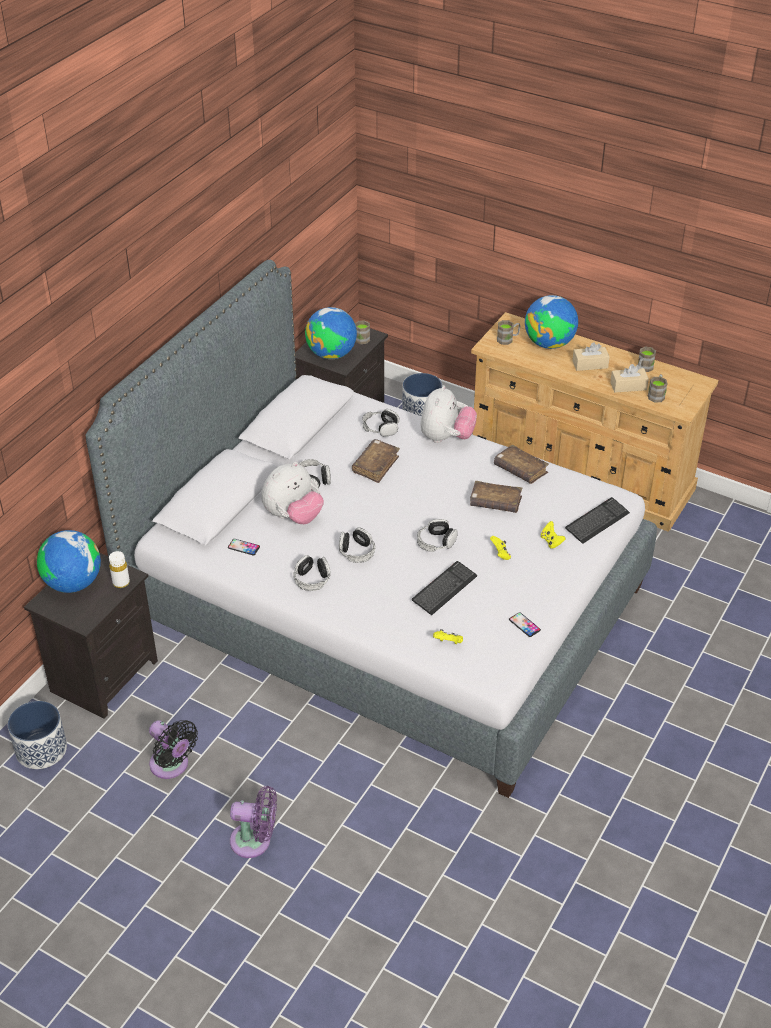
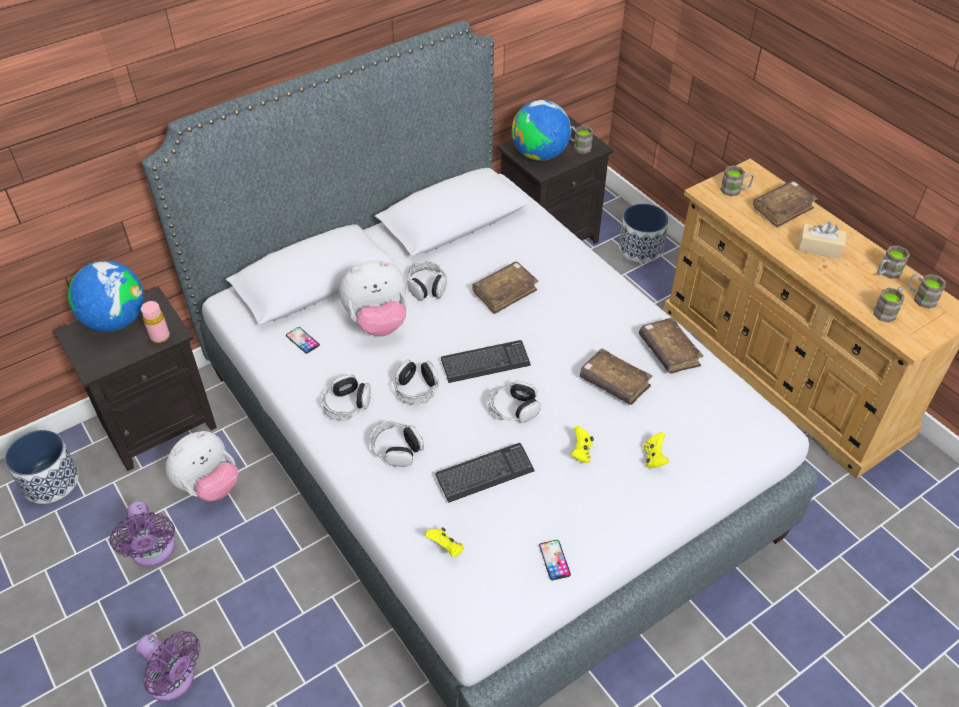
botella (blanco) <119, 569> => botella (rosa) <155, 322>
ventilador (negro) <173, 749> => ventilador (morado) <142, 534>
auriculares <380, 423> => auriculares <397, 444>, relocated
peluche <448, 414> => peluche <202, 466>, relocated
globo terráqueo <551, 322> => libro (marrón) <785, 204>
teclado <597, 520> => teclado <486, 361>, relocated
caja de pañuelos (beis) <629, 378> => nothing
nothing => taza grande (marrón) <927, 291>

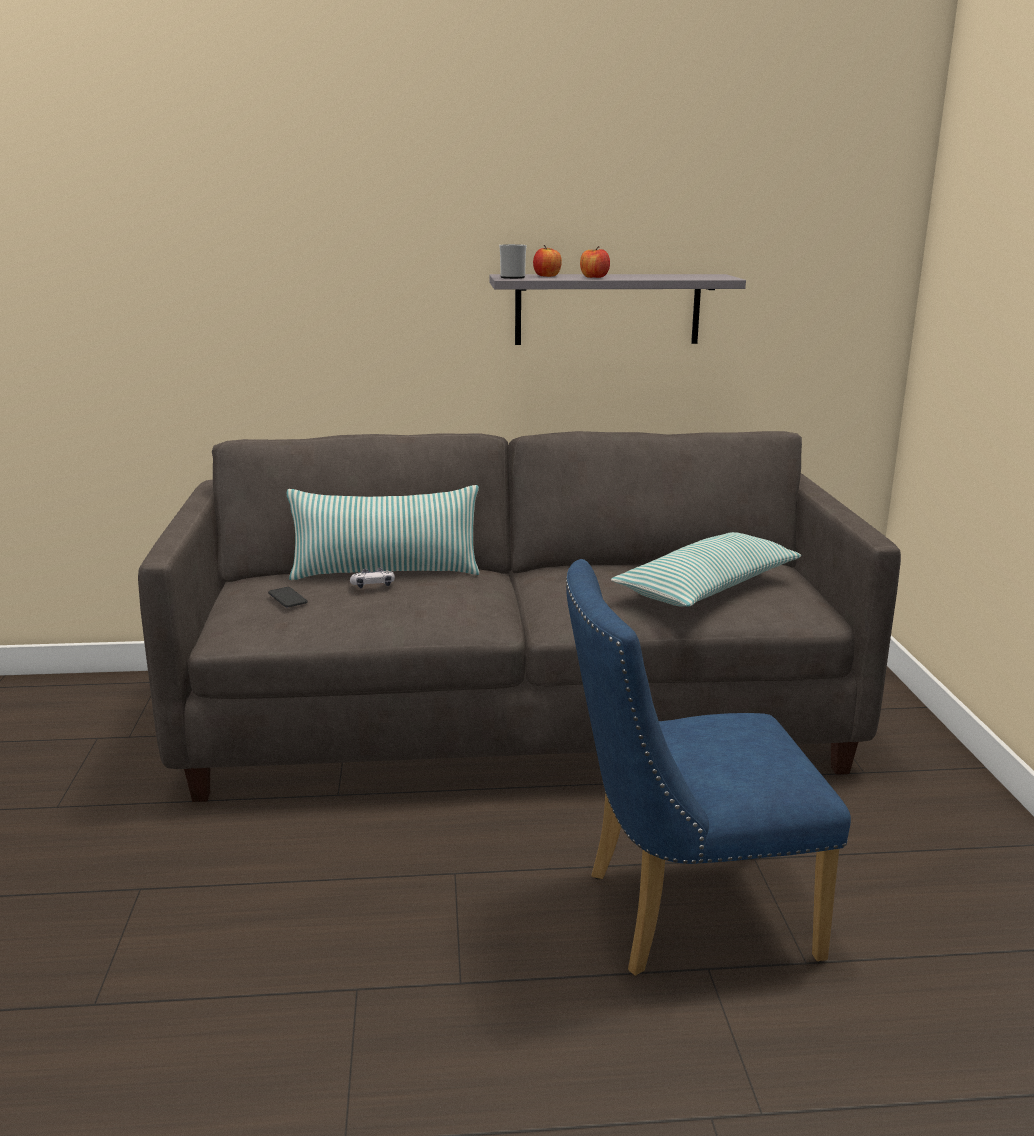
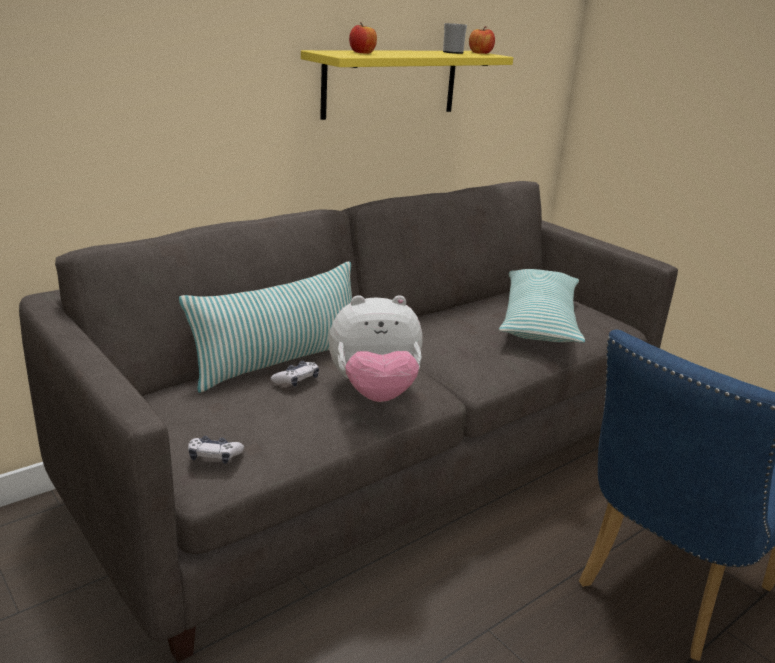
móvil <287, 597> => nothing
estante (gris) <617, 309> => estante (amarillo) <407, 85>
taza grande <513, 261> => taza grande <455, 38>, relocated
manzana <595, 262> => manzana <482, 40>, relocated
nothing => mando de consola <216, 450>
nothing => peluche <376, 348>

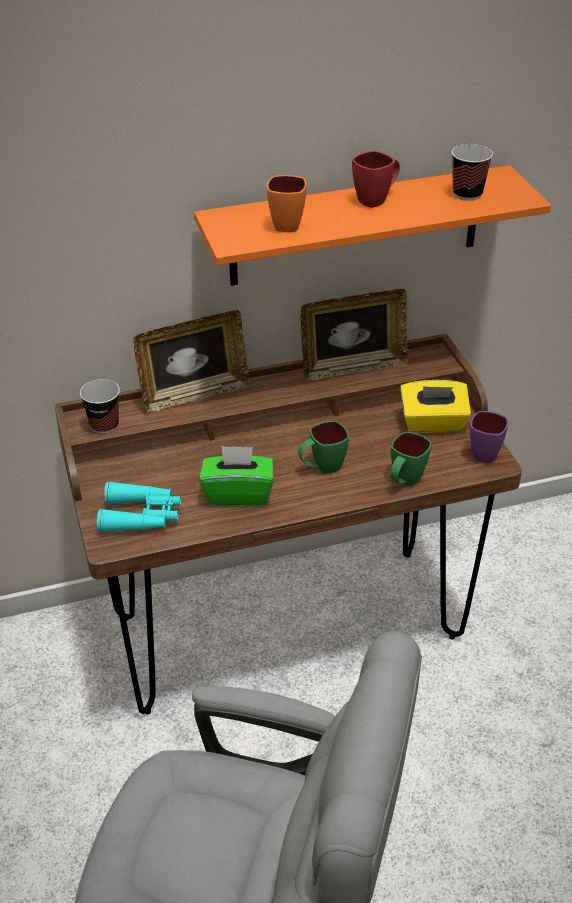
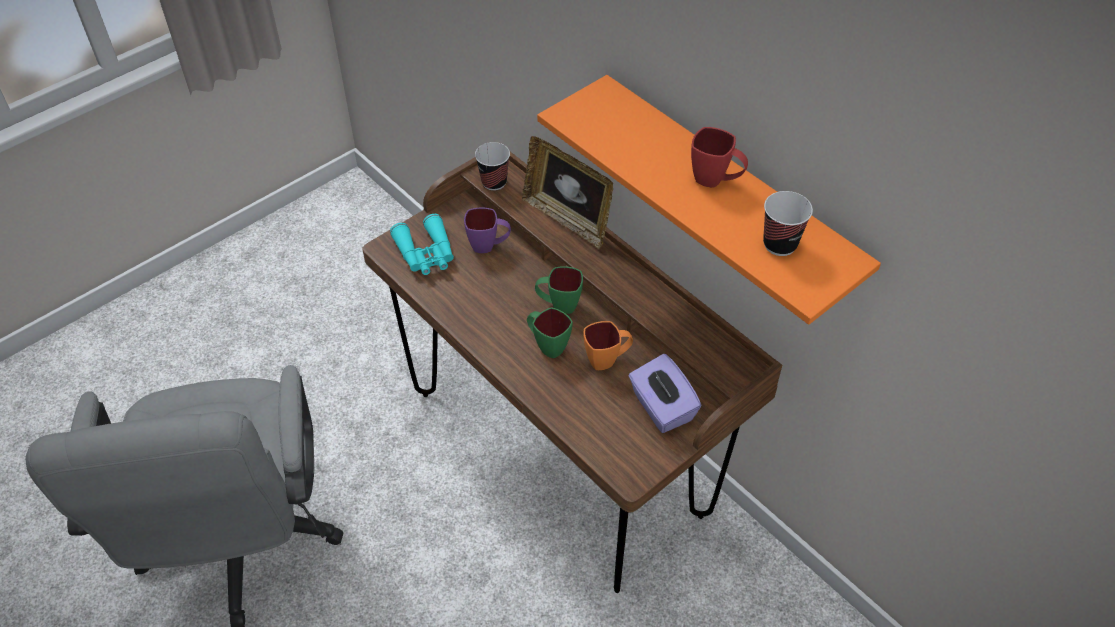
caja de pañuelos (verde) <236, 476> => nothing
taza grande (naranja) <287, 203> => taza grande (naranja) <608, 345>, relocated
portarretratos <354, 334> => nothing
taza grande (verde) <411, 459> => taza grande (verde) <559, 290>, relocated
caja de pañuelos (amarillo) <435, 406> => caja de pañuelos (morado) <665, 393>
taza grande (morado) <489, 437> => taza grande (morado) <487, 230>, relocated

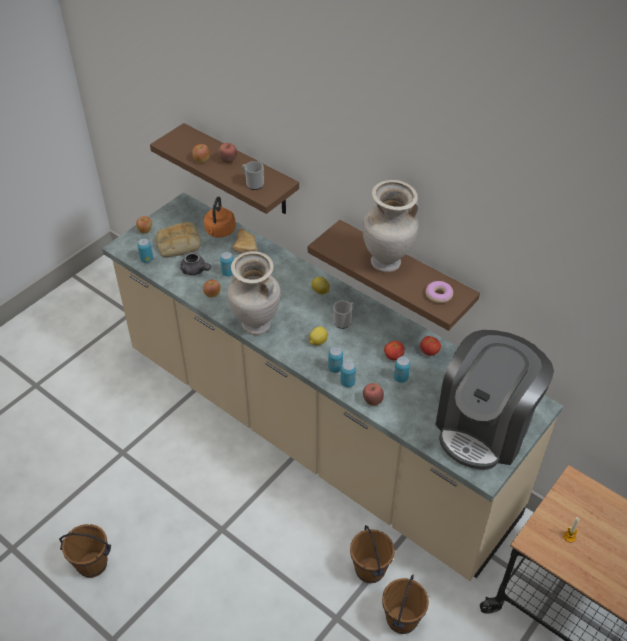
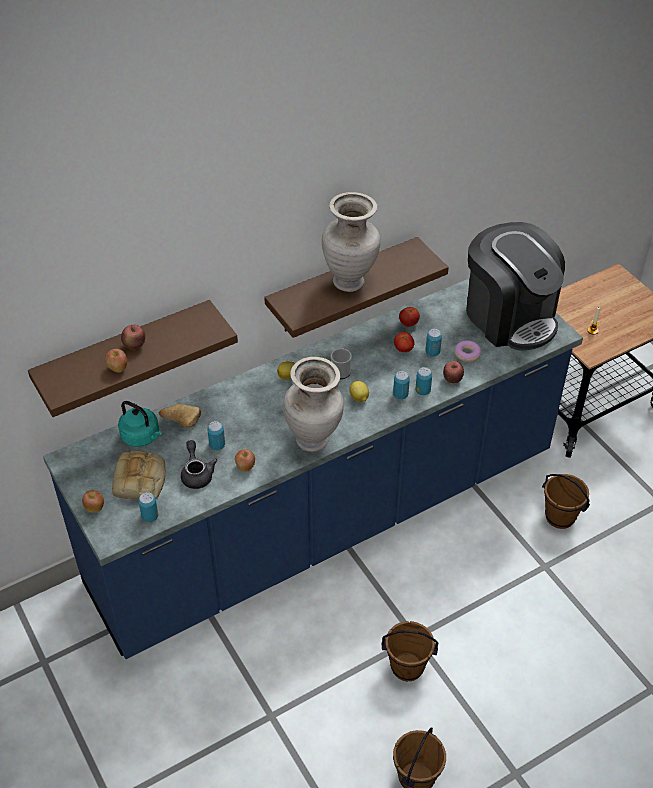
mueble bajo de cocina (beis) <332, 386> => mueble bajo de cocina (azul) <313, 468>
tetera (gris) <195, 263> => tetera (gris) <199, 464>, 75 degrees counterclockwise
hervidor (naranja) <220, 217> => hervidor (turquesa) <140, 424>
taza grande <253, 175> => nothing
cubo (marrón) <372, 554> => cubo (marrón) <410, 651>, relocated
rosquilla <439, 292> => rosquilla <468, 351>, relocated

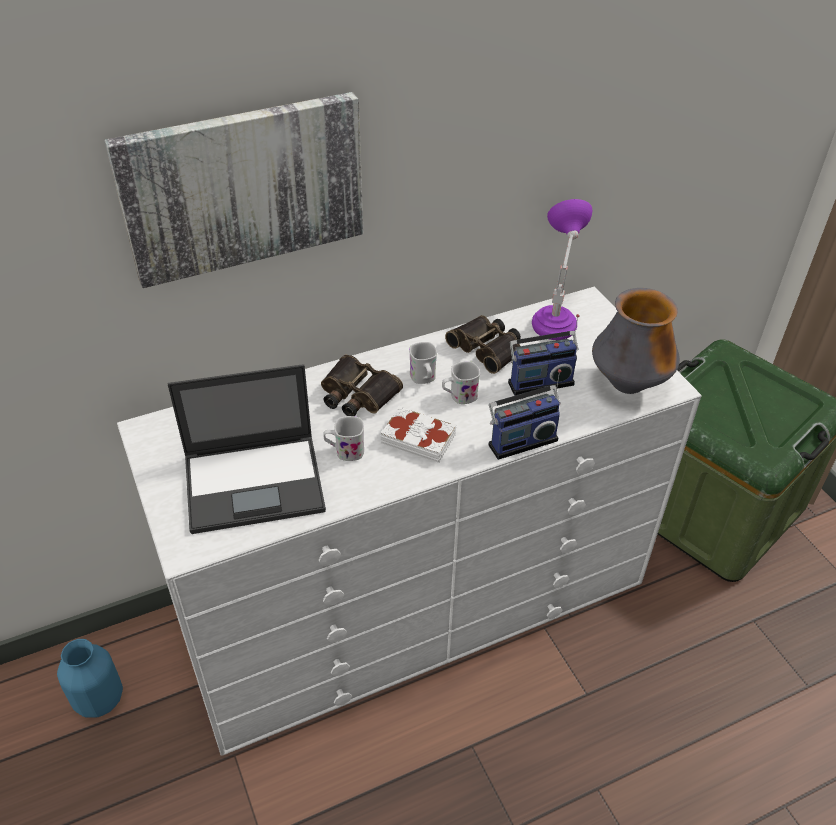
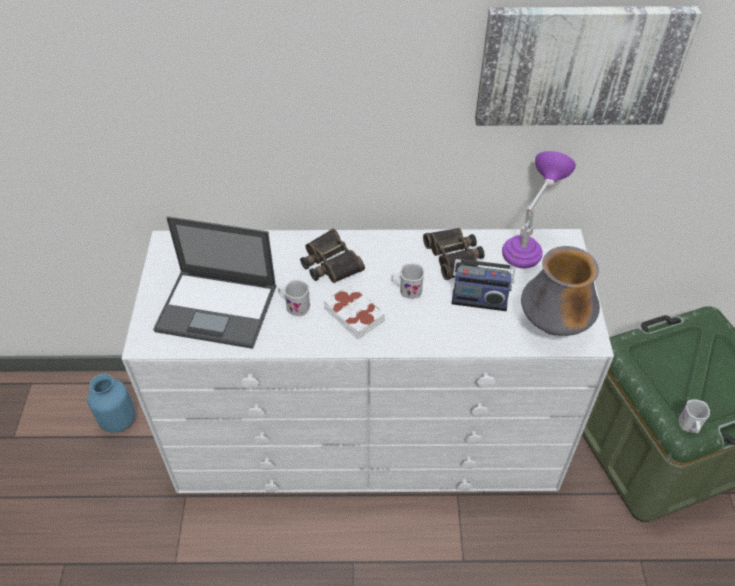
cuadro <233, 190> => cuadro <588, 66>, relocated
taza grande (blanco) <423, 363> => taza grande (blanco) <694, 416>, relocated
radio <525, 414> => nothing

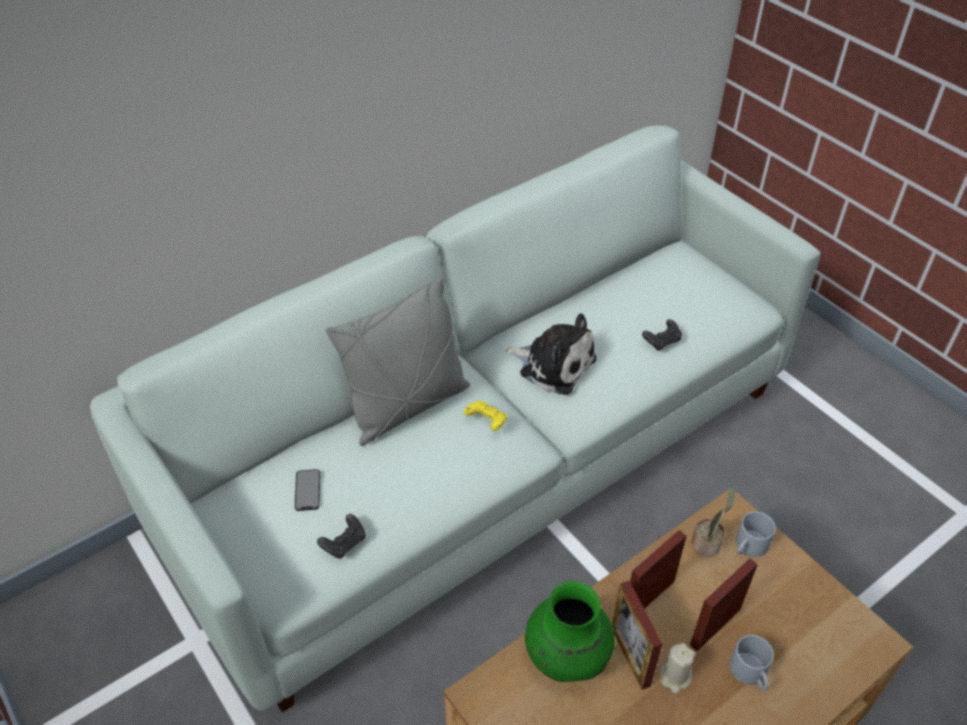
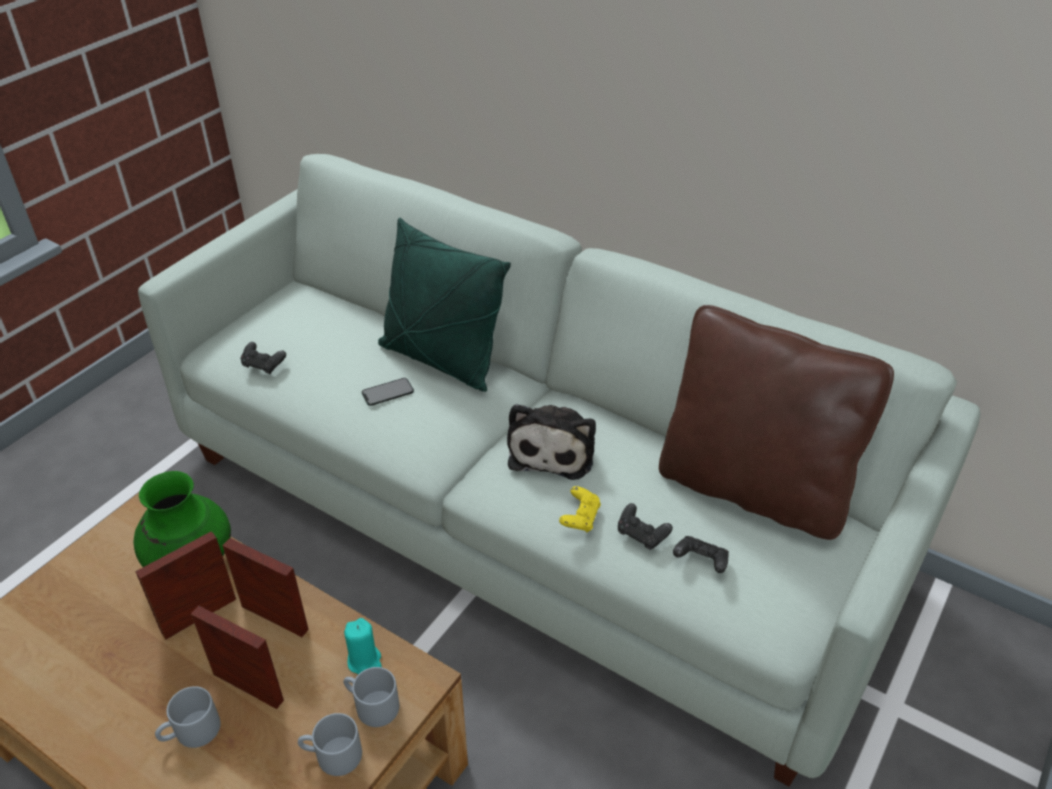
móvil <307, 490> => móvil <388, 392>, relocated
cojín (gris) <398, 361> => cojín (verde) <444, 305>
mando de consola (amarillo) <485, 415> => mando de consola (amarillo) <580, 509>, relocated
vela (beis) <677, 668> => nothing
planta en maceta <713, 522> => vela (turquesa) <363, 646>
nothing => taza grande (gris) <330, 744>
nothing => cojín (marrón) <776, 422>
nothing => mando de consola (negro) <701, 554>

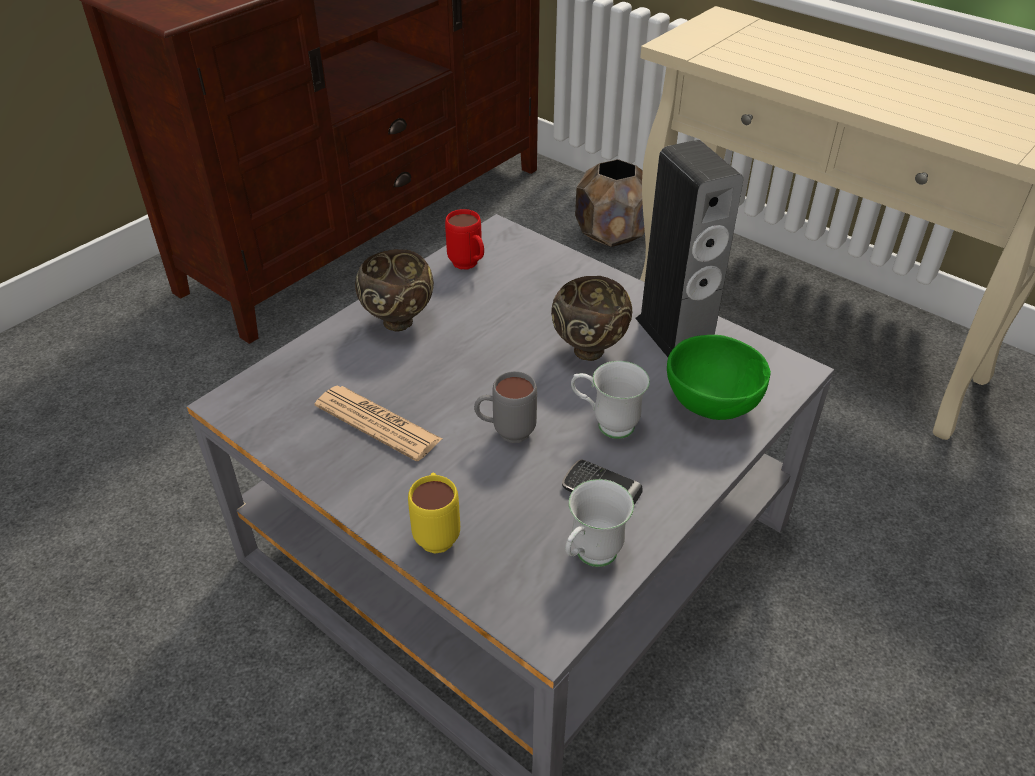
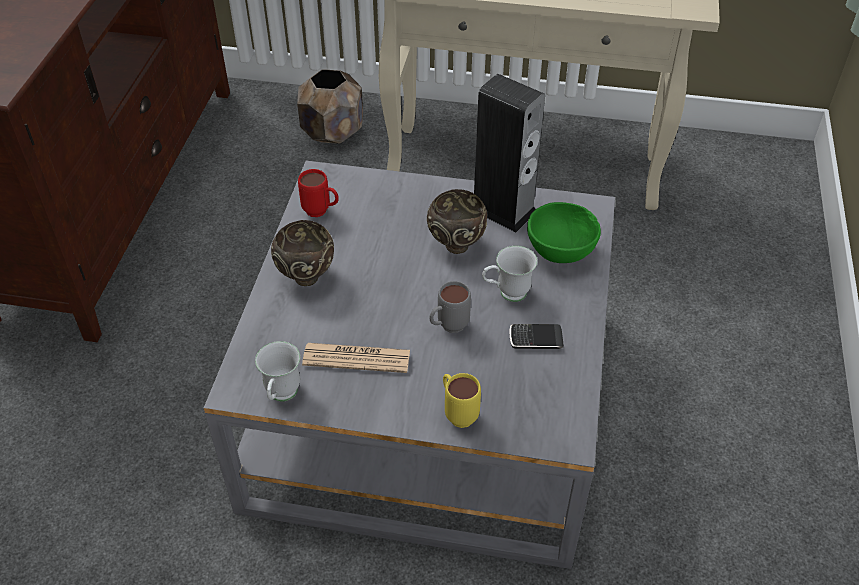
taza grande (blanco) <599, 523> => taza grande (blanco) <277, 371>, relocated

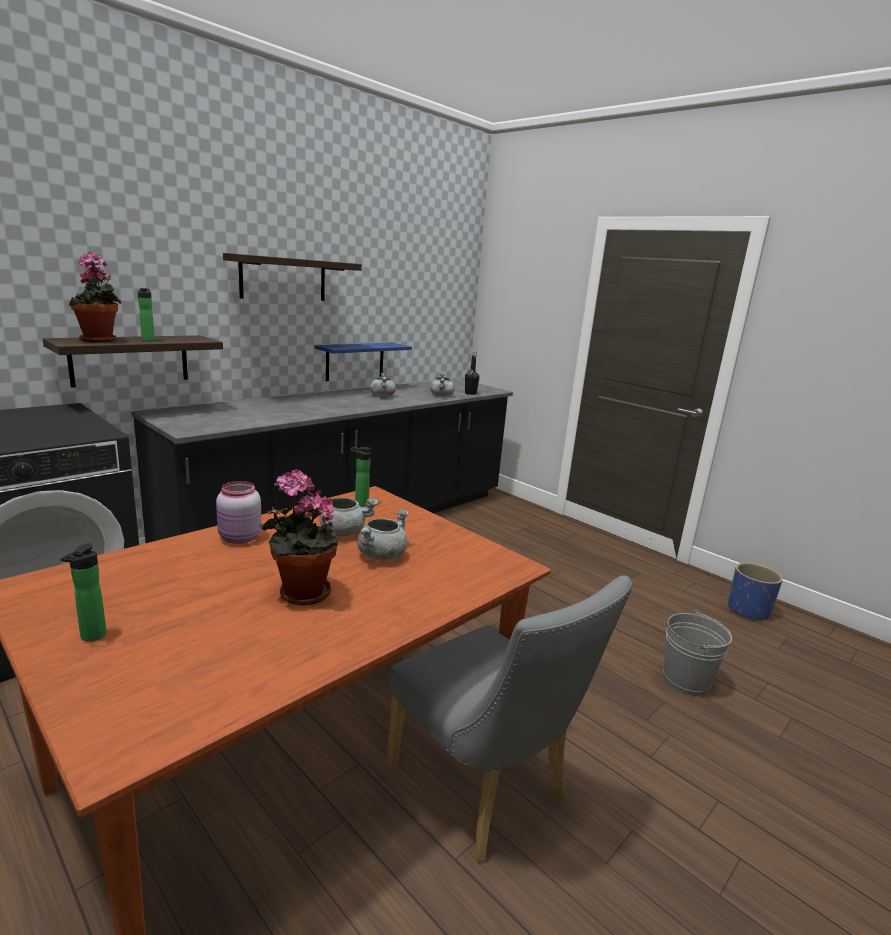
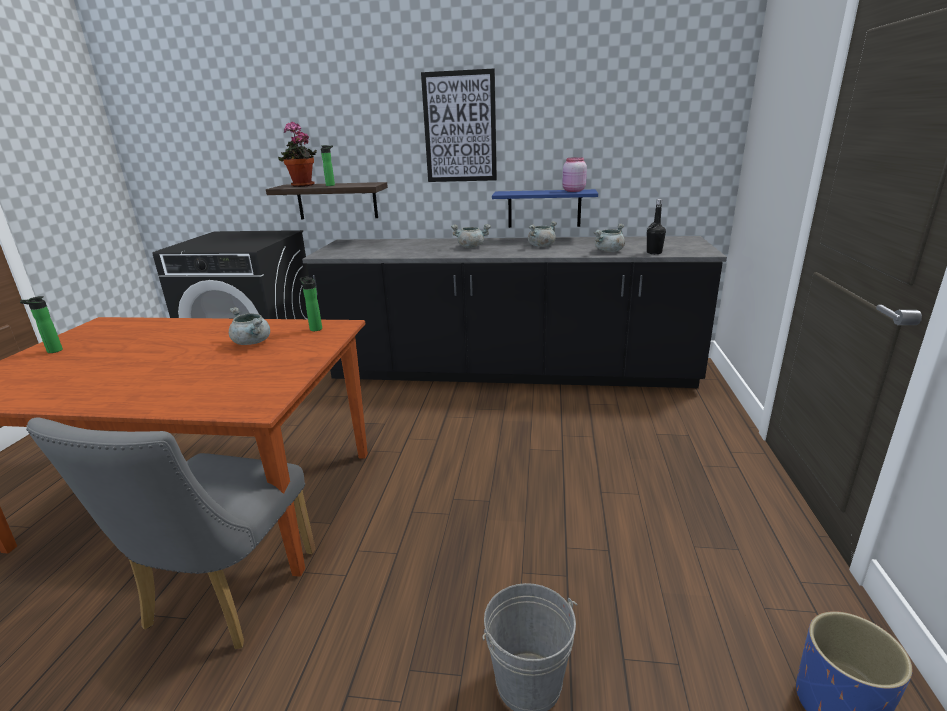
tarro (rosa) <239, 512> => tarro (rosa) <574, 174>, relocated
estante <292, 277> => cuadro <459, 125>
planta en maceta <298, 537> => nothing
olla (gris) <383, 535> => olla (gris) <471, 236>, relocated

